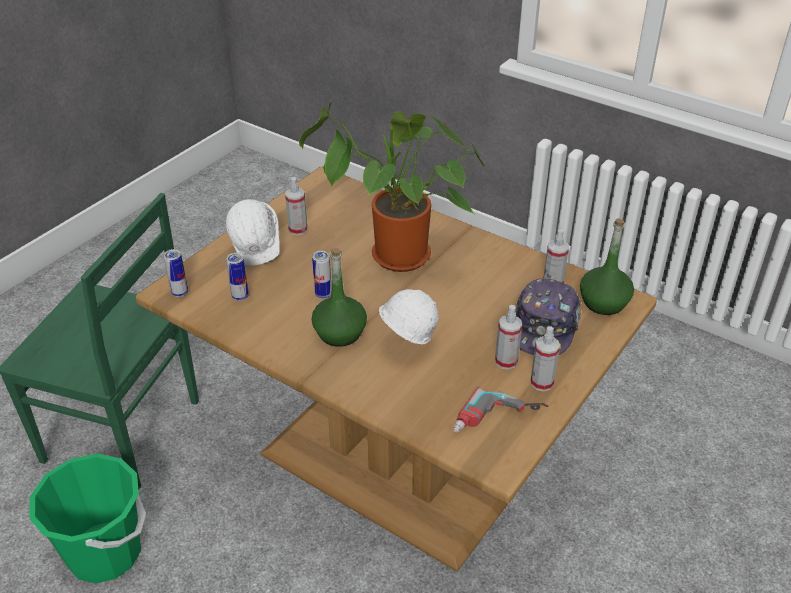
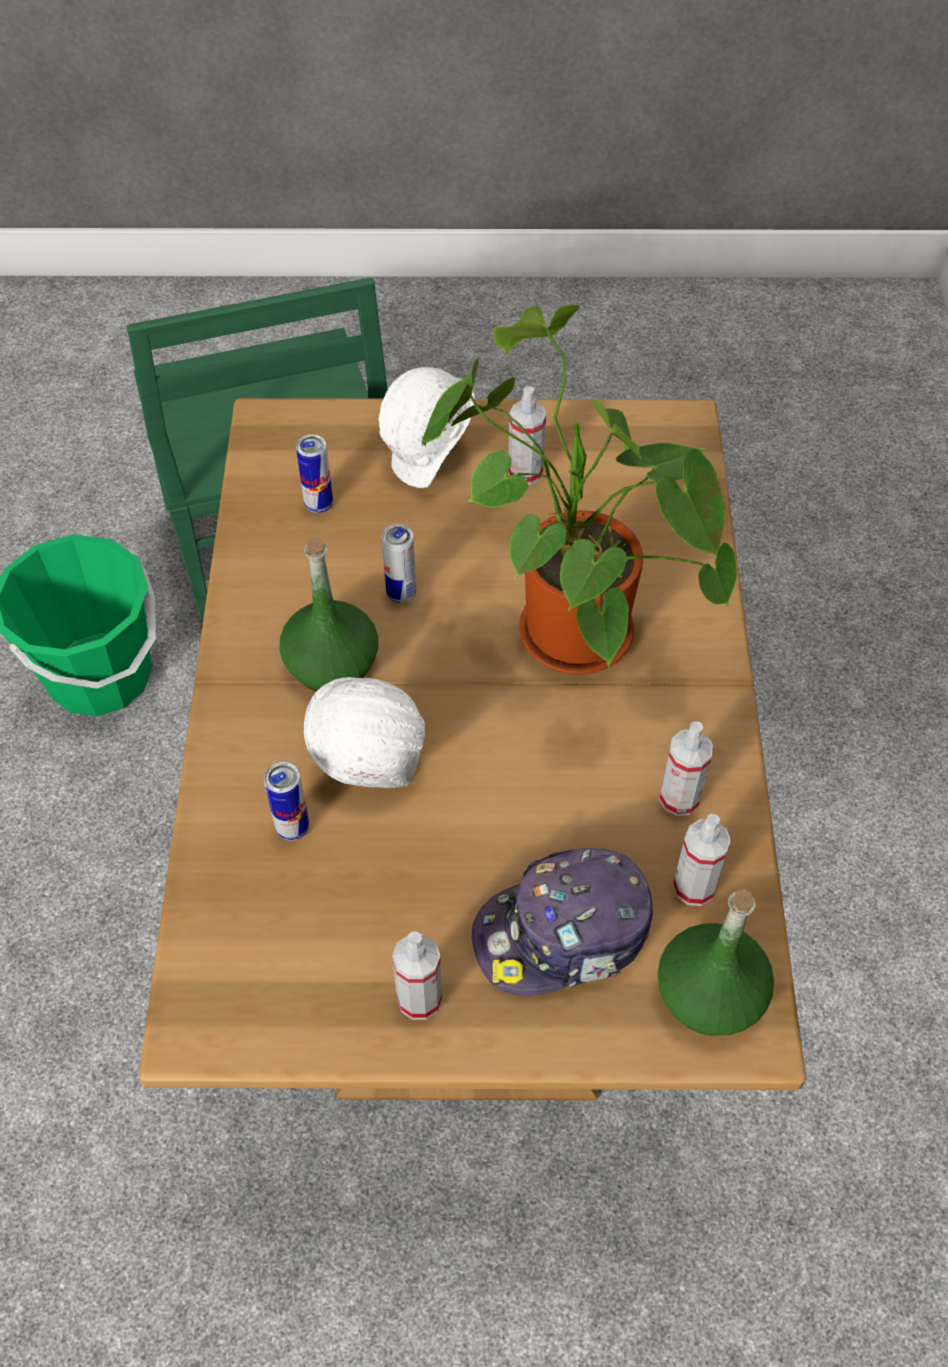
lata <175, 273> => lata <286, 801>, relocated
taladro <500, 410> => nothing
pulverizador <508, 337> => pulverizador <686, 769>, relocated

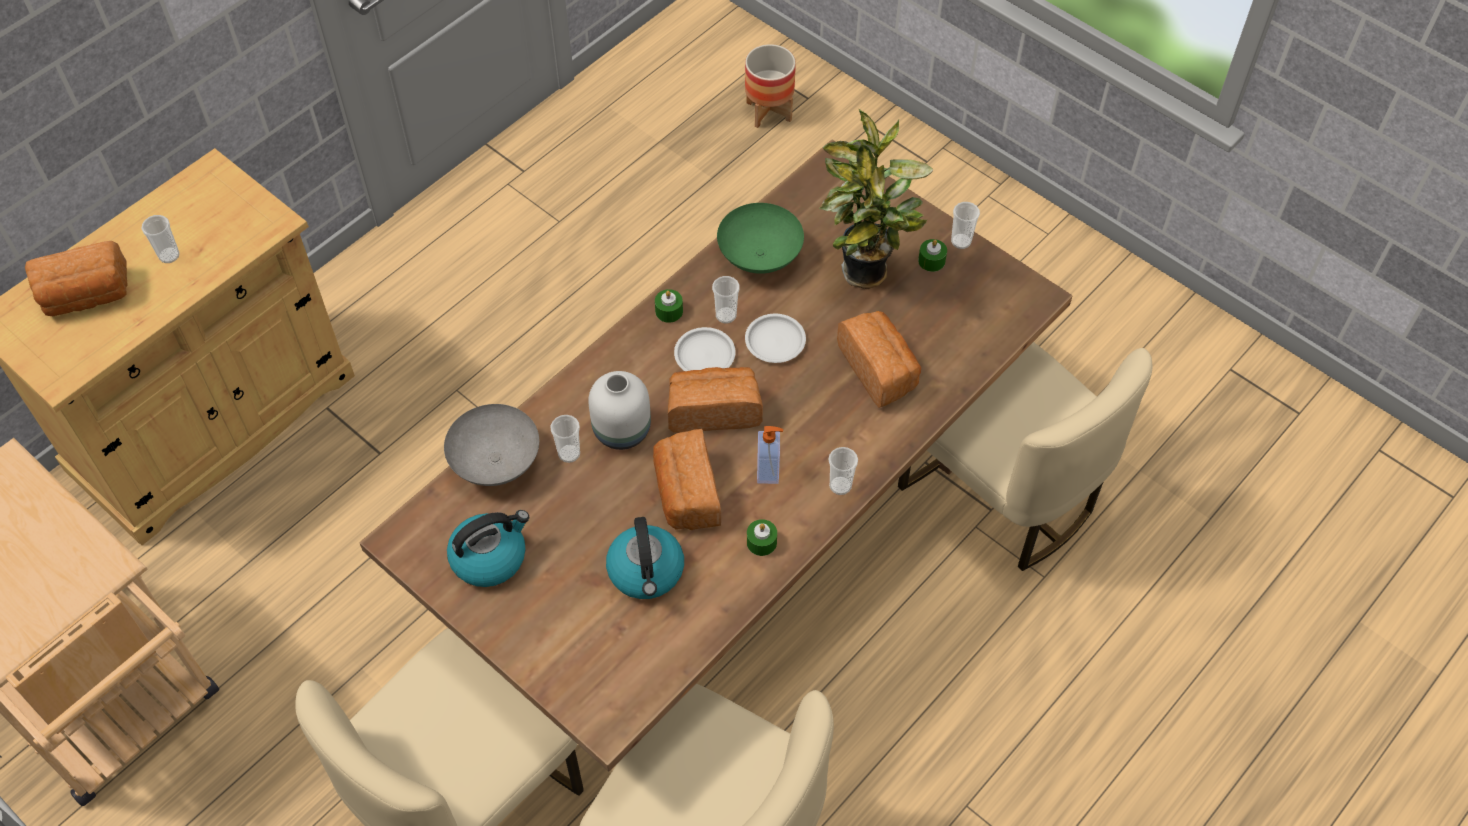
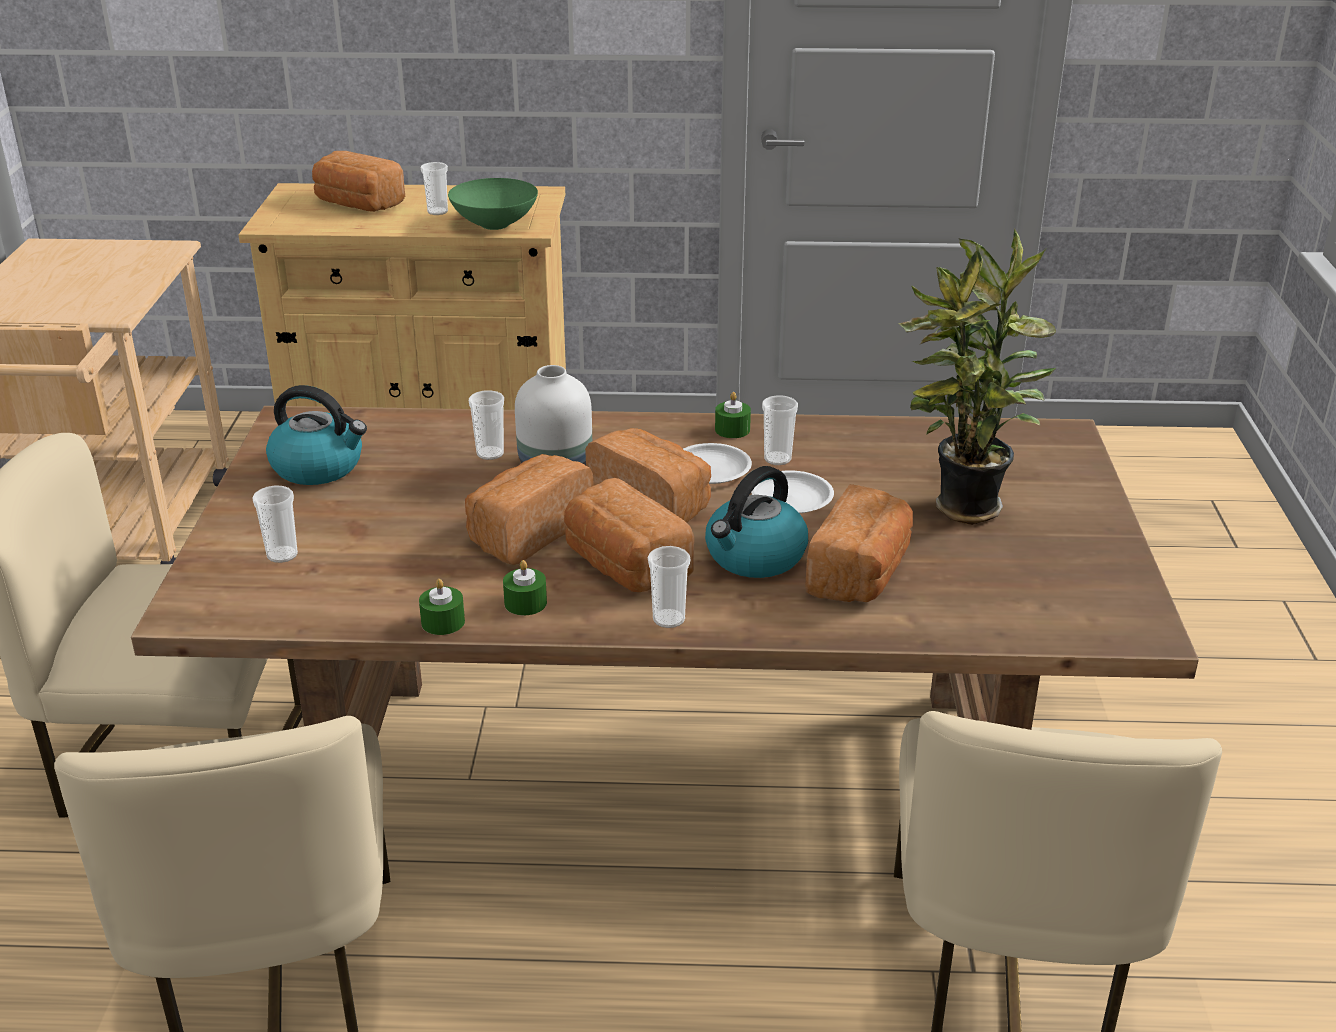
cuenco (gris) <491, 445> => nothing
hervidor <645, 558> => hervidor <756, 522>, relocated
cuenco (verde) <760, 238> => cuenco (verde) <493, 204>, relocated
maceta <770, 86> => nothing
dispensador de jabón <770, 455> => pan <629, 535>
vela (verde) <932, 255> => vela (verde) <442, 607>, relocated
taza <965, 225> => taza <275, 524>, relocated

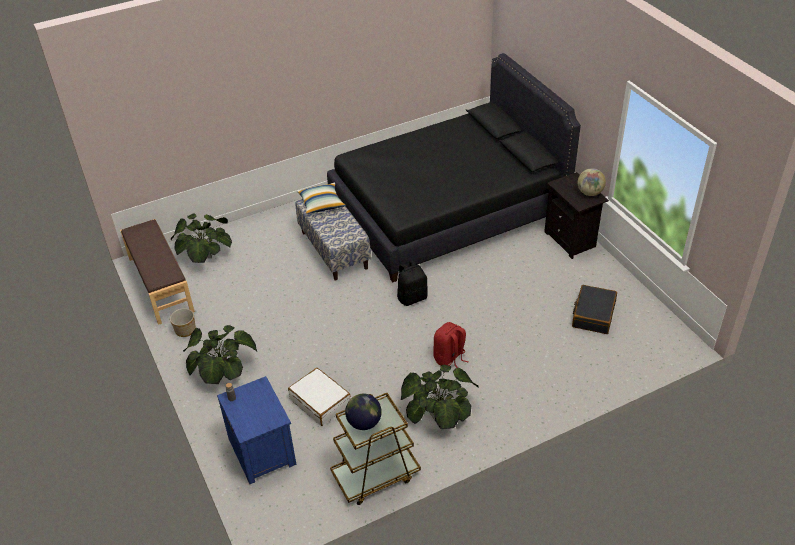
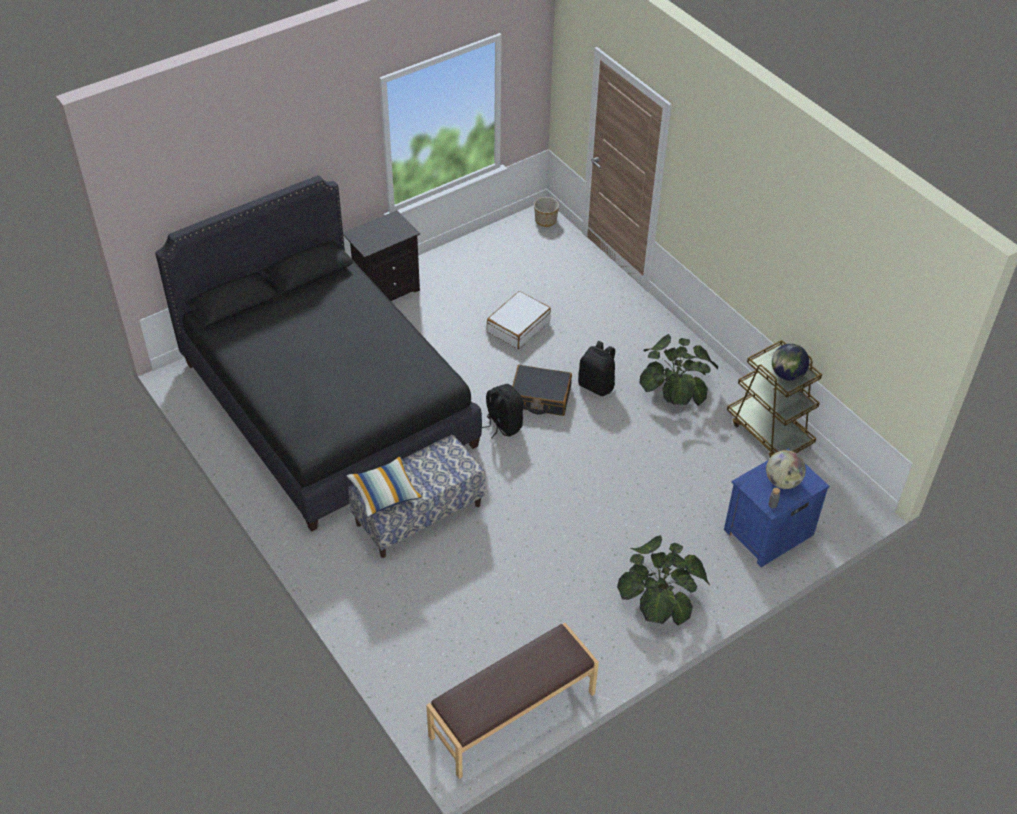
maceta <183, 322> => maceta <546, 212>, relocated
planta en maceta <201, 238> => nothing
maleta (blanco) <319, 397> => maleta (blanco) <519, 320>, relocated
mochila (rojo) <451, 345> => mochila (negro) <596, 368>
maleta (negro) <594, 309> => maleta (negro) <542, 390>, relocated
globo terráqueo <592, 182> => globo terráqueo <786, 469>, relocated

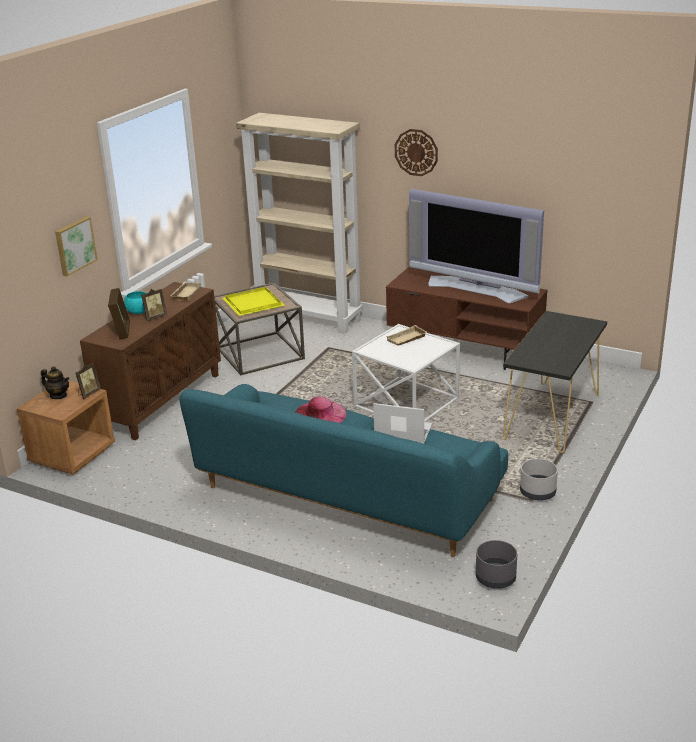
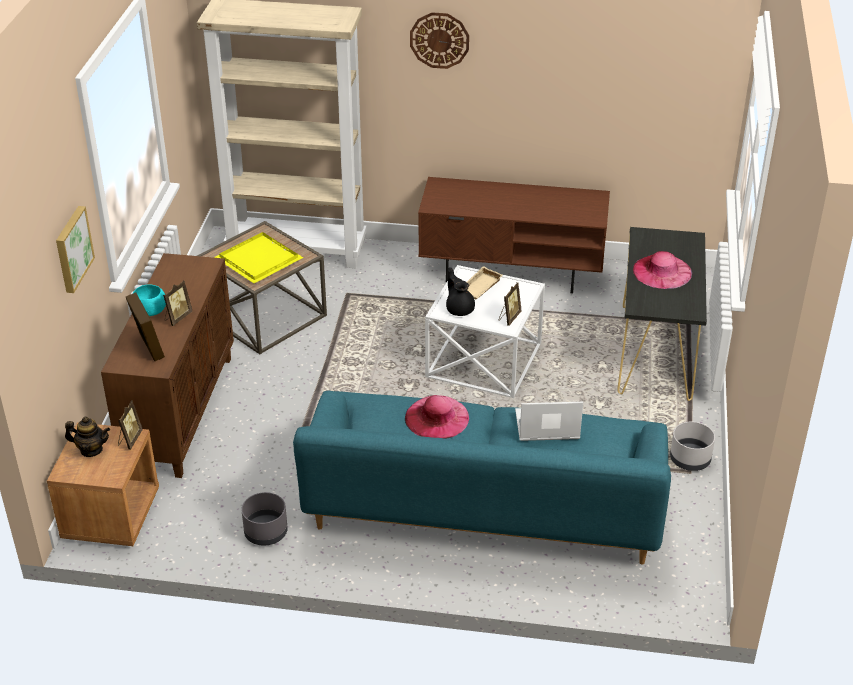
bandeja (beis) <186, 291> => nothing
televisor <476, 246> => nothing
maceta (gris) <496, 564> => maceta (gris) <264, 519>, relocated
nothing => tetera (negro) <460, 291>
nothing => portarretratos <510, 304>
nothing => sombrero (rosa) <662, 270>

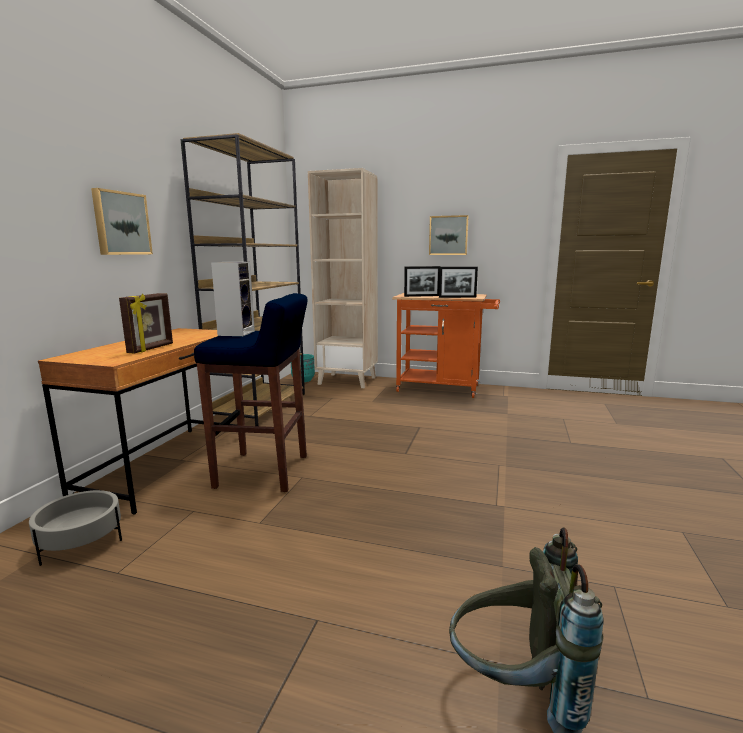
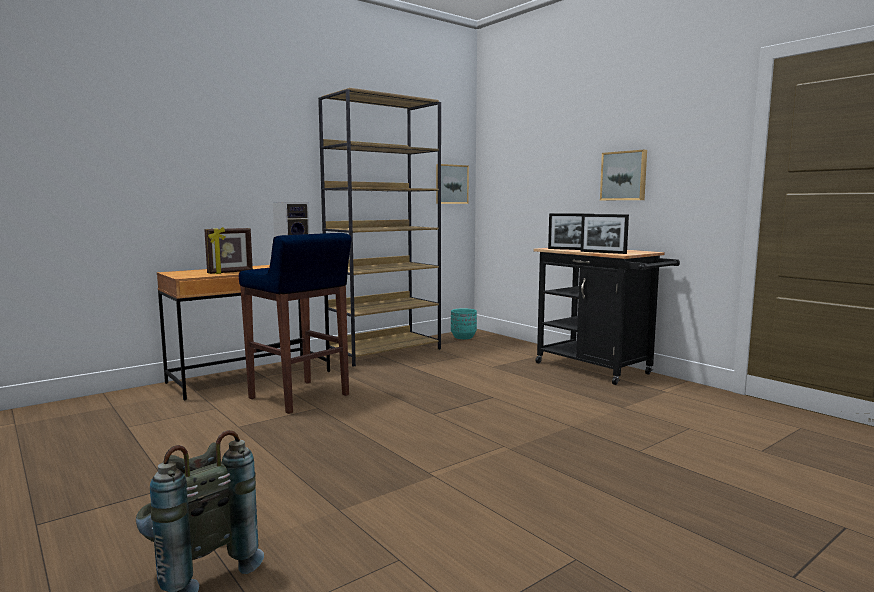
maceta (gris) <75, 528> => nothing
cuadro <122, 221> => cuadro <452, 184>, relocated
estantería (beis) <343, 278> => nothing
carrito (naranja) <446, 345> => carrito (negro) <606, 316>

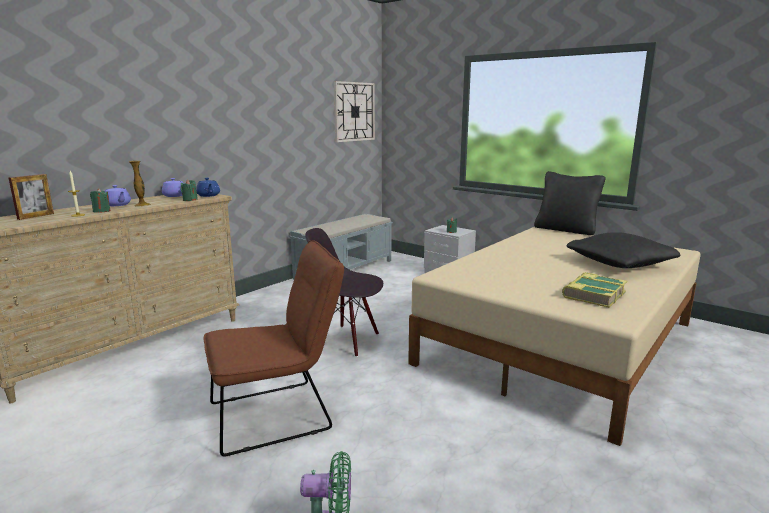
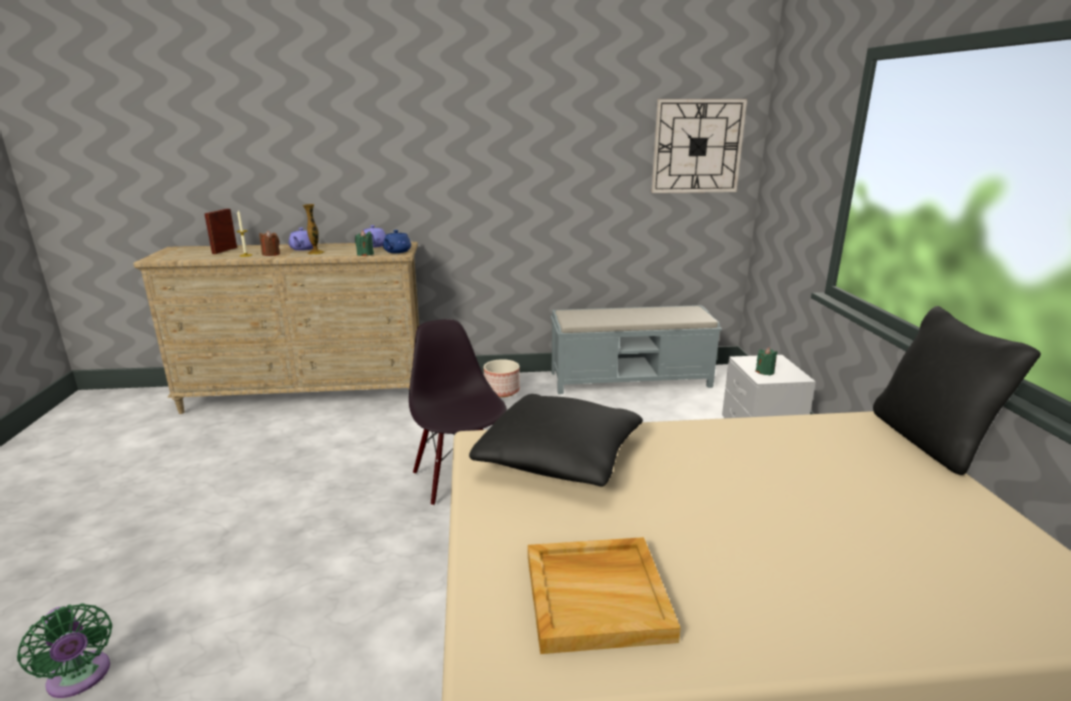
portarretratos <31, 197> => portarretratos <221, 231>, 120 degrees clockwise
vela (verde) <100, 200> => vela (marrón) <270, 243>
silla (marrón) <273, 348> => nothing
libro <594, 290> => bandeja (beis) <604, 595>
cojín (negro) <624, 250> => cojín (negro) <556, 440>, relocated
nothing => maceta <502, 378>

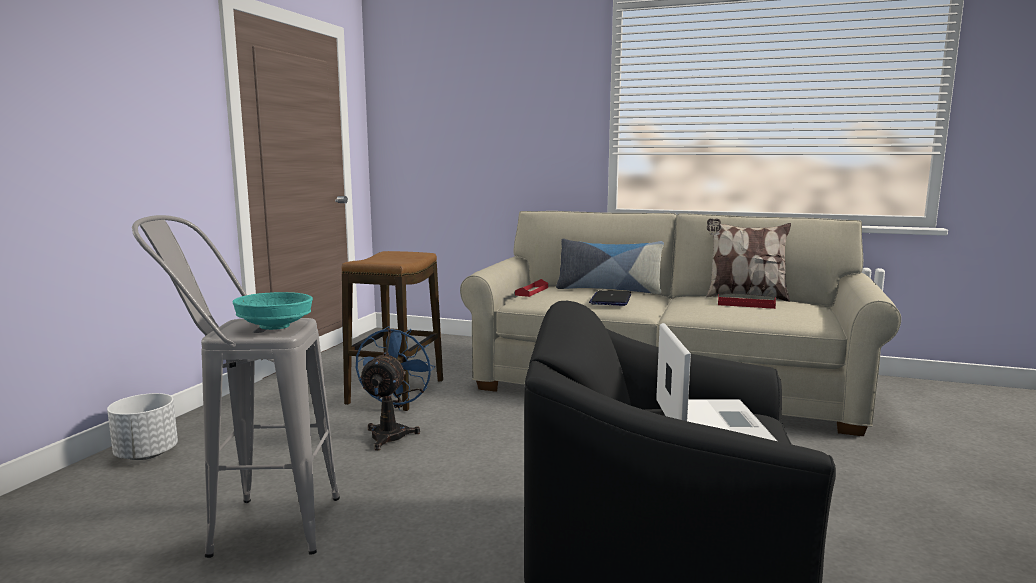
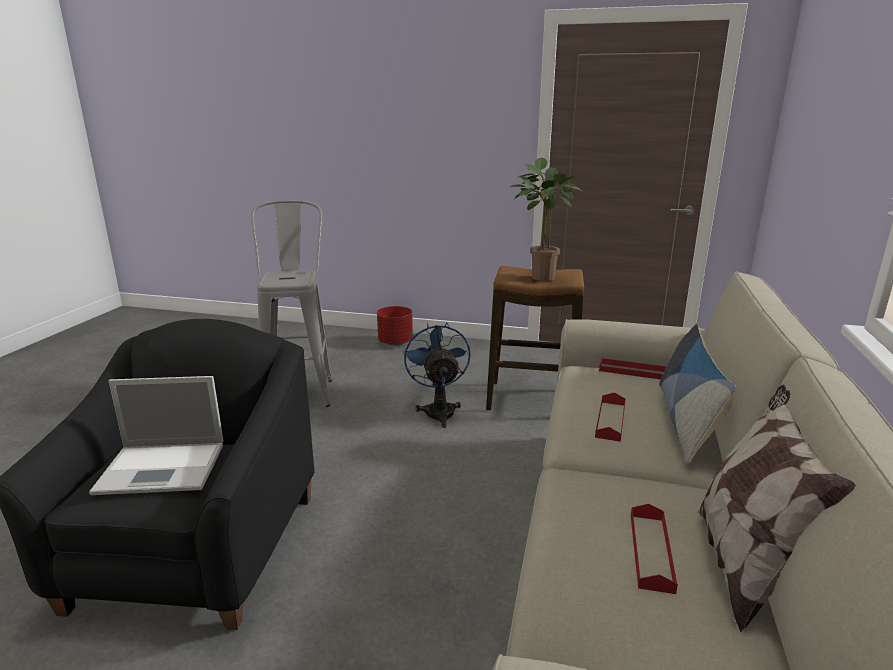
maceta (blanco) <142, 426> => maceta (rojo) <395, 326>
cuenco (turquesa) <273, 311> => nothing
ventilador (azul) <395, 388> => ventilador (azul) <436, 375>, 105 degrees counterclockwise
portátil <610, 298> => bandeja (rojo) <610, 417>
nothing => planta en maceta <546, 219>

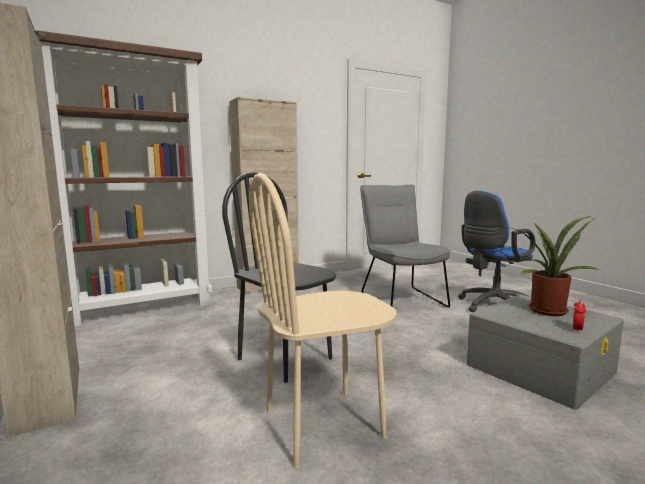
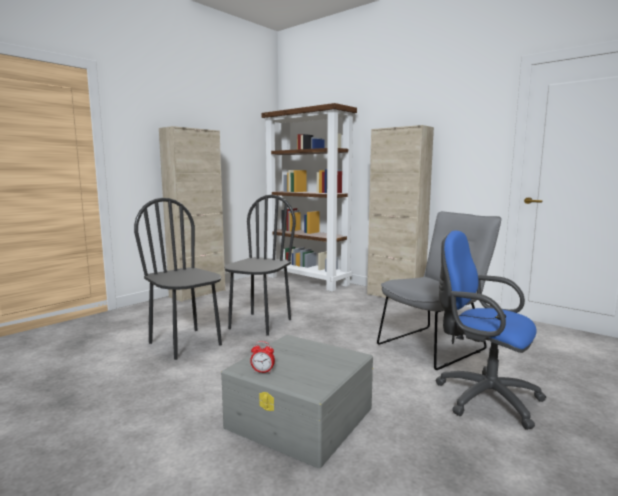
silla (beis) <323, 320> => silla (negro) <178, 279>
planta en maceta <552, 266> => nothing

